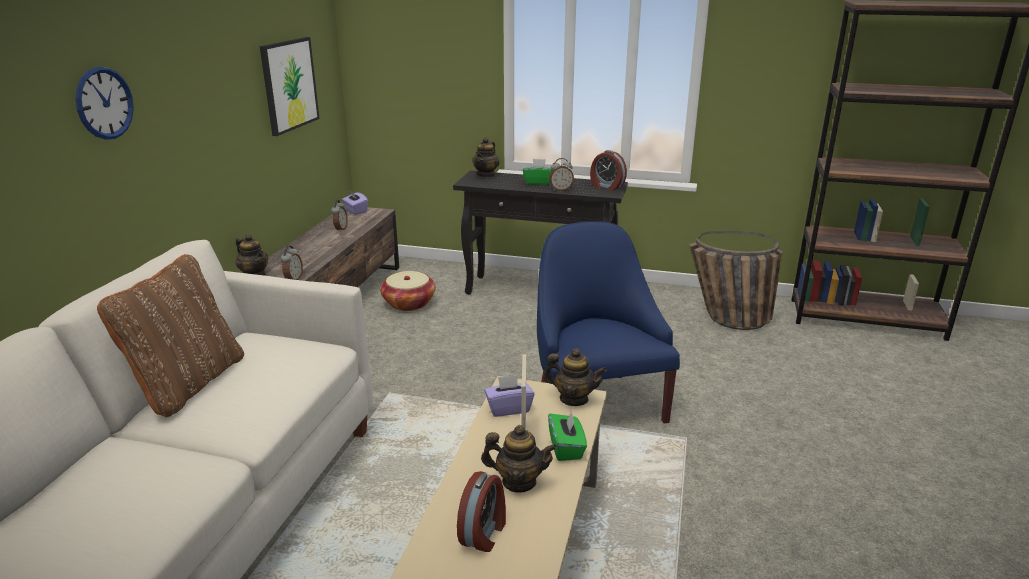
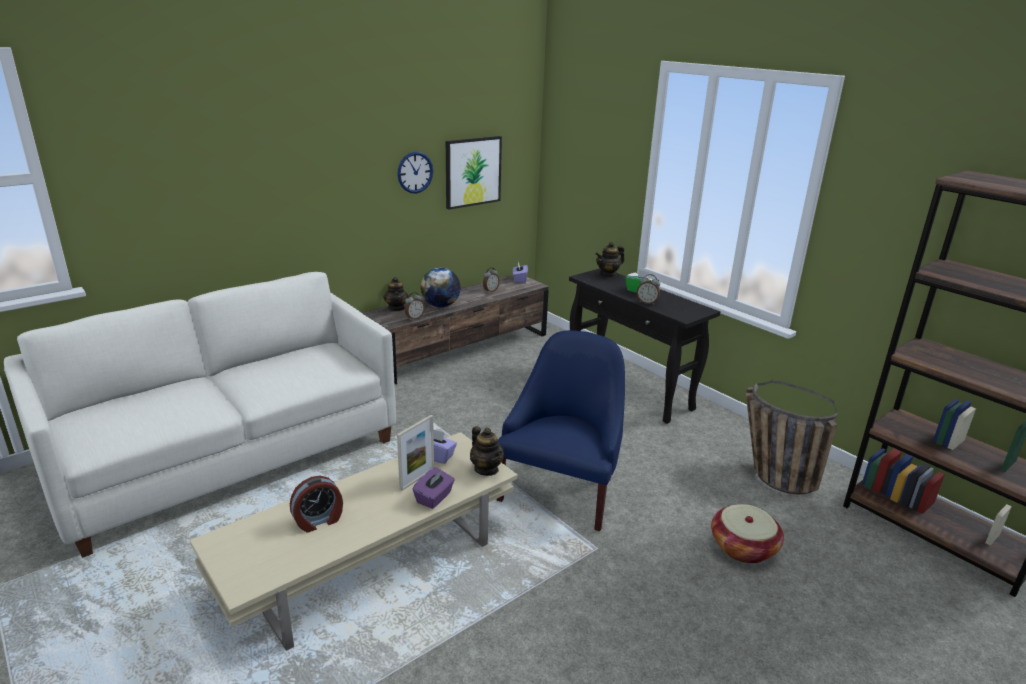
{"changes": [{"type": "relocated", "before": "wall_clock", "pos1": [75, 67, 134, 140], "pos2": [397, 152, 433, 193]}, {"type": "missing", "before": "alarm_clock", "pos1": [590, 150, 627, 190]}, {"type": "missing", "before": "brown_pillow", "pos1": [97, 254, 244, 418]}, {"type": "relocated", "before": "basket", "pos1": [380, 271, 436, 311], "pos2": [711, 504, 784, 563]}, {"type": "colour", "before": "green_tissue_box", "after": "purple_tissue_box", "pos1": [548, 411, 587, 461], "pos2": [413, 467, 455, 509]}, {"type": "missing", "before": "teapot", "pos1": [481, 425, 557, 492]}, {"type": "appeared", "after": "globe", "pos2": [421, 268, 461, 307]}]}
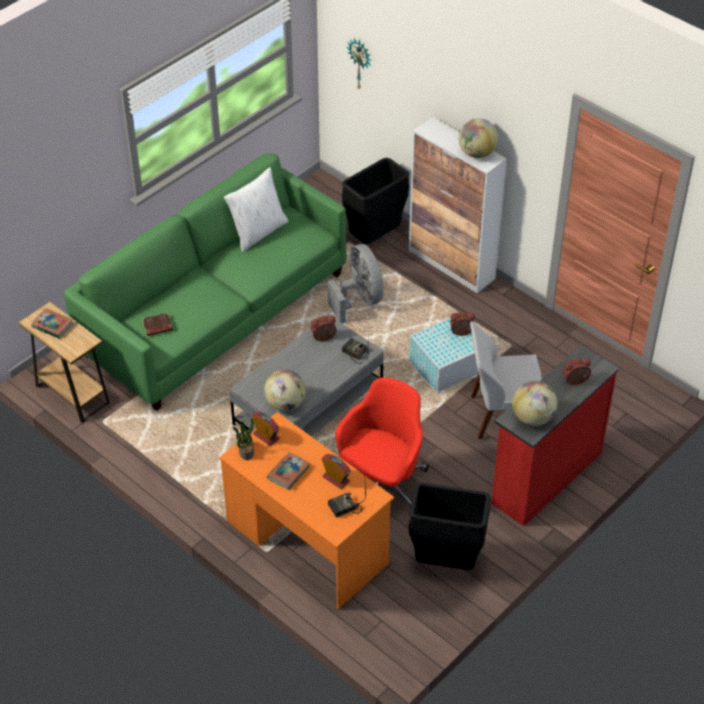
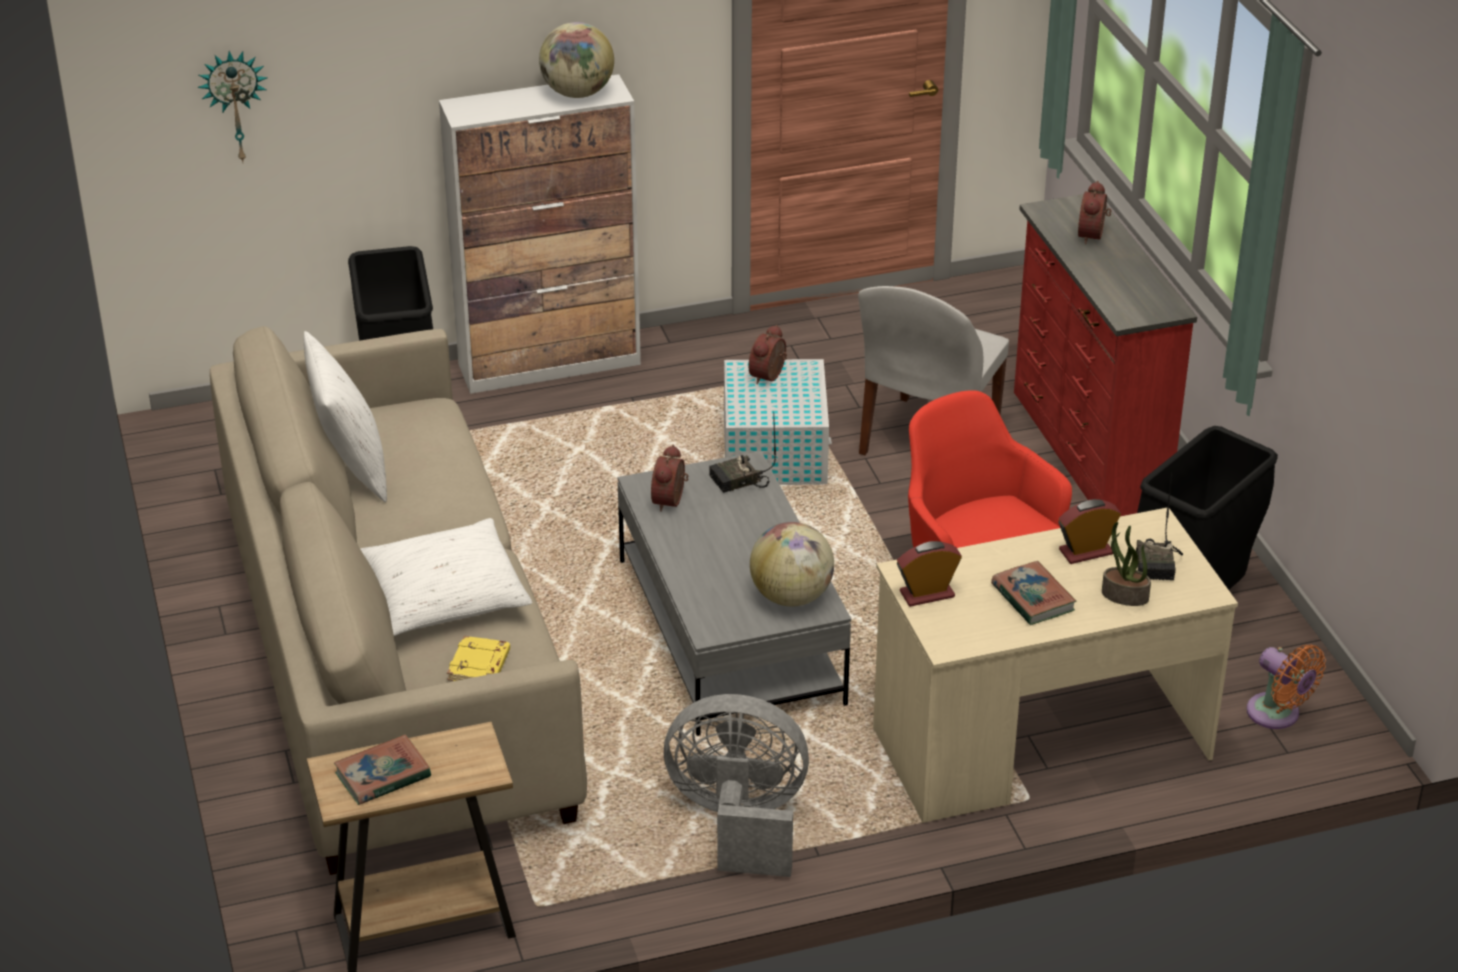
{"changes": [{"type": "colour", "before": "green_sofa", "after": "beige_sofa", "pos1": [64, 153, 346, 411], "pos2": [210, 326, 587, 875]}, {"type": "relocated", "before": "grey_fan", "pos1": [328, 244, 383, 323], "pos2": [664, 694, 809, 877]}, {"type": "colour", "before": "brown_book", "after": "yellow_book", "pos1": [142, 313, 173, 336], "pos2": [447, 636, 510, 681]}, {"type": "missing", "before": "globe", "pos1": [512, 381, 557, 426]}, {"type": "colour", "before": "orange_desk", "after": "beige_desk", "pos1": [219, 412, 394, 609], "pos2": [873, 508, 1238, 823]}, {"type": "relocated", "before": "potted_plant", "pos1": [232, 418, 254, 460], "pos2": [1102, 522, 1151, 606]}, {"type": "appeared", "after": "white_pillow", "pos2": [360, 518, 532, 636]}, {"type": "appeared", "after": "orange_fan", "pos2": [1247, 645, 1326, 729]}]}
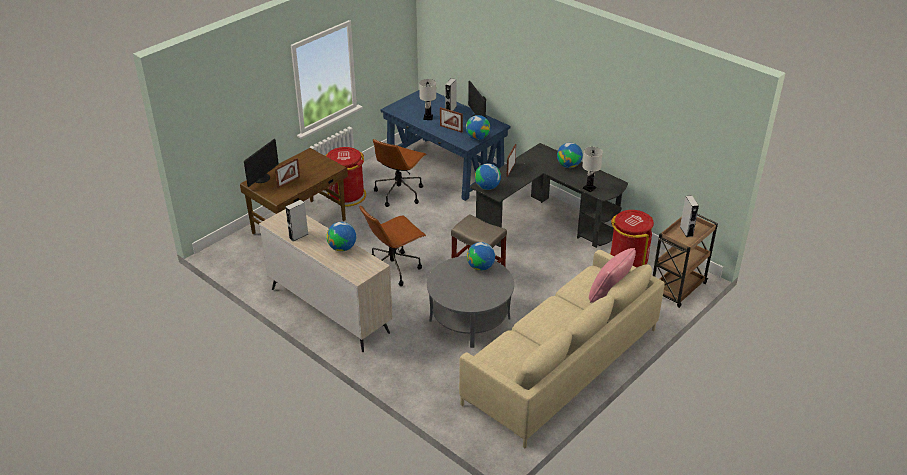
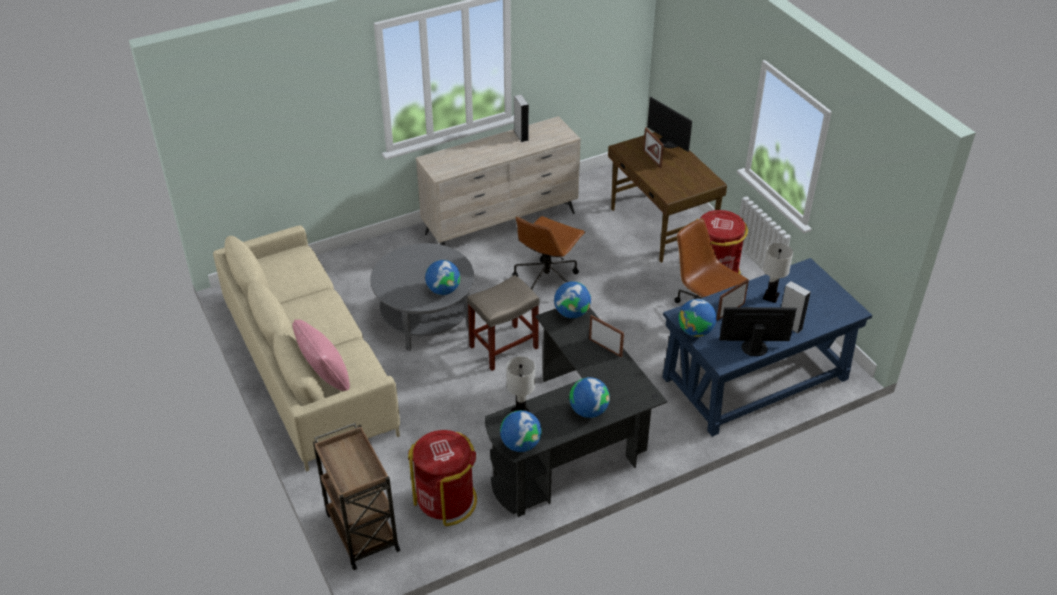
{"changes": [{"type": "missing", "before": "grey_speaker", "pos1": [680, 195, 699, 237]}, {"type": "spun", "before": "brown_office_chair", "pos1": [359, 206, 426, 286], "pos2": [513, 216, 585, 289], "turn": -135}, {"type": "relocated", "before": "globe", "pos1": [326, 222, 356, 251], "pos2": [500, 410, 542, 452]}]}
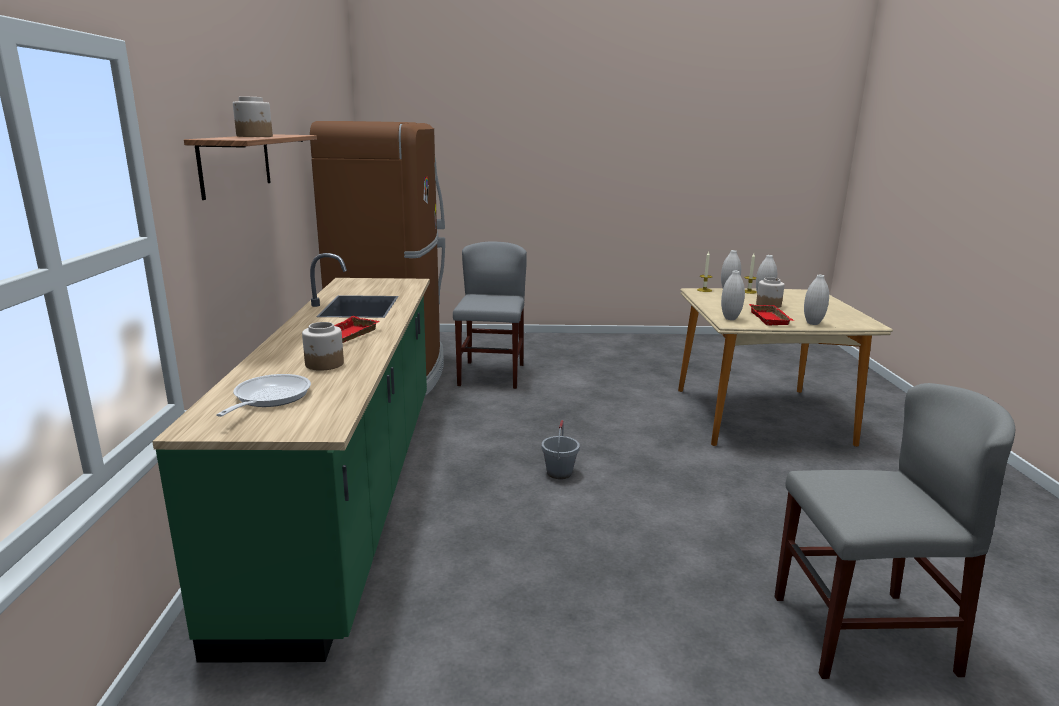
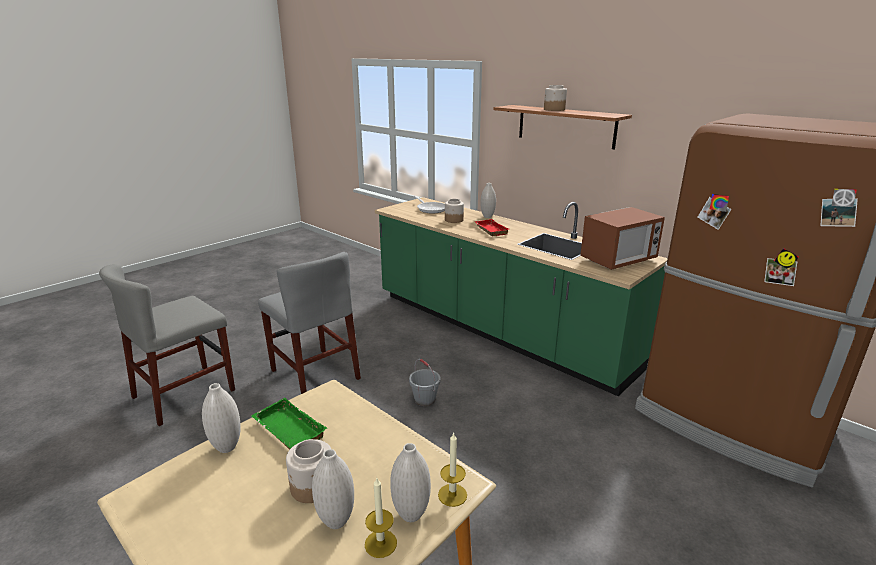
{"changes": [{"type": "relocated", "before": "grey_chair", "pos1": [453, 241, 527, 389], "pos2": [258, 252, 361, 394]}, {"type": "relocated", "before": "white_vase", "pos1": [721, 271, 745, 320], "pos2": [480, 183, 496, 218]}, {"type": "colour", "before": "red_tray", "after": "green_tray", "pos1": [749, 304, 794, 326], "pos2": [251, 398, 327, 450]}, {"type": "appeared", "after": "microwave", "pos2": [580, 207, 665, 270]}]}
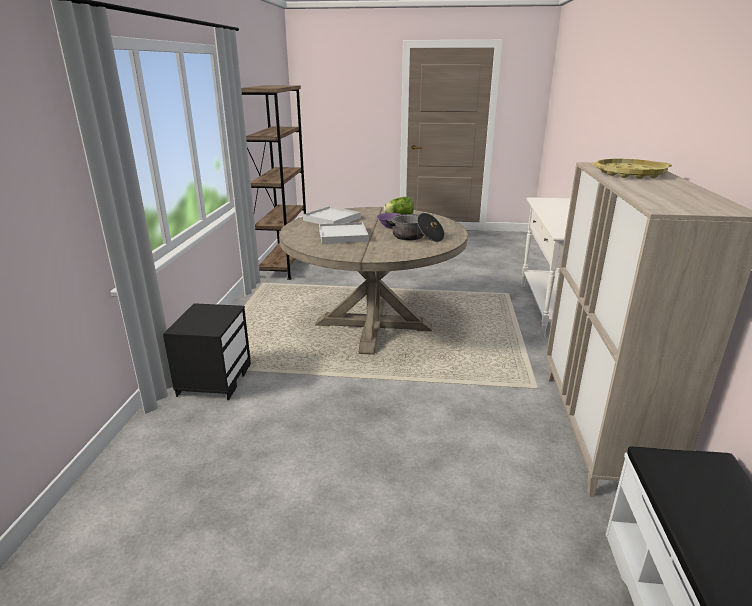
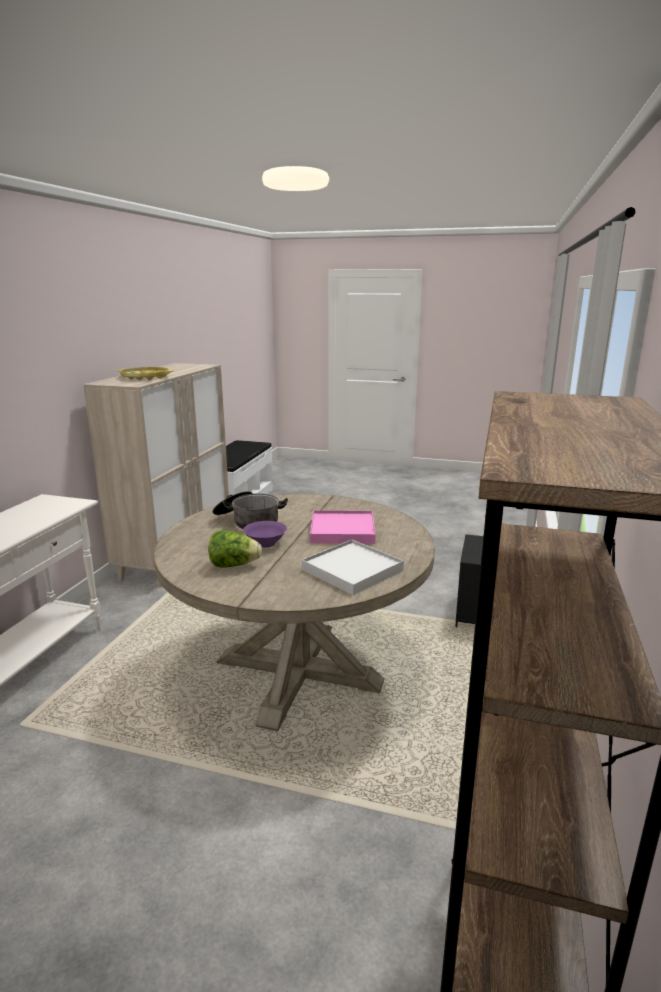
{"changes": [{"type": "colour", "before": "white_tray", "after": "pink_tray", "pos1": [319, 222, 369, 244], "pos2": [310, 510, 376, 544]}]}
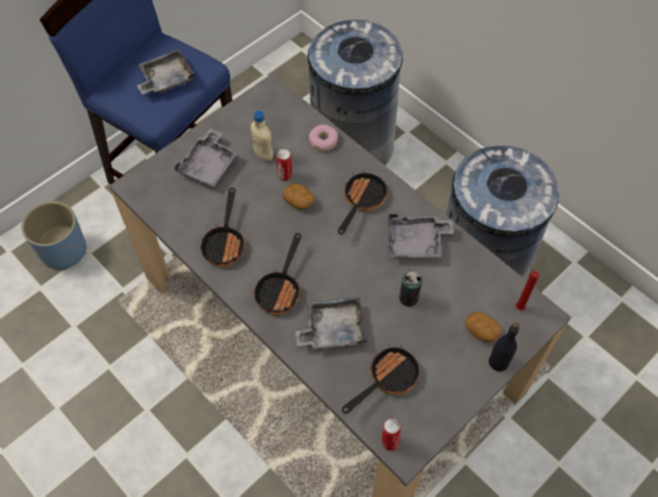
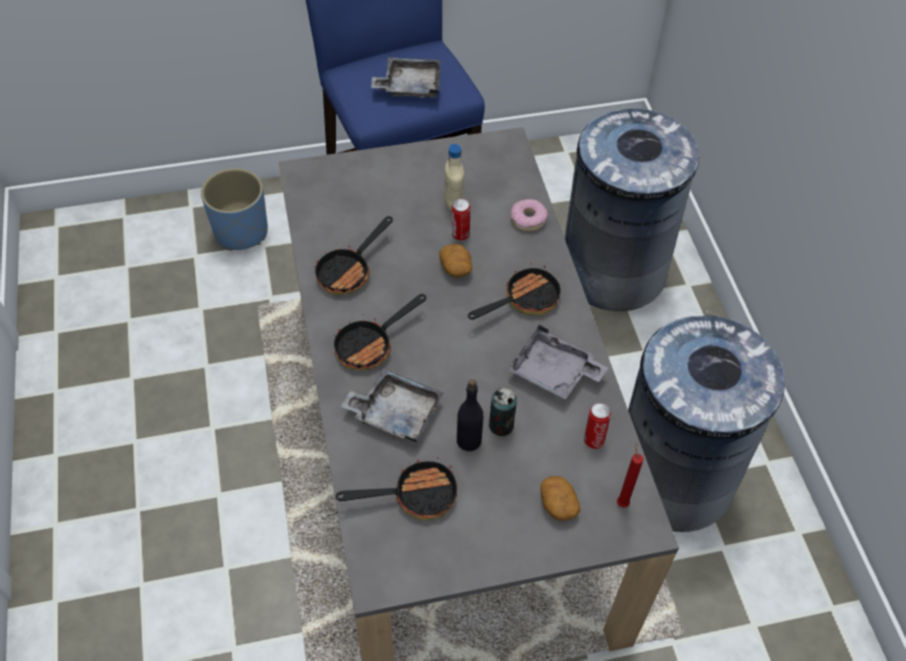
{"changes": [{"type": "missing", "before": "grey_tray", "pos1": [174, 128, 239, 187]}, {"type": "relocated", "before": "black_bottle", "pos1": [489, 322, 519, 372], "pos2": [457, 379, 483, 451]}, {"type": "relocated", "before": "can", "pos1": [382, 418, 401, 451], "pos2": [584, 403, 611, 449]}]}
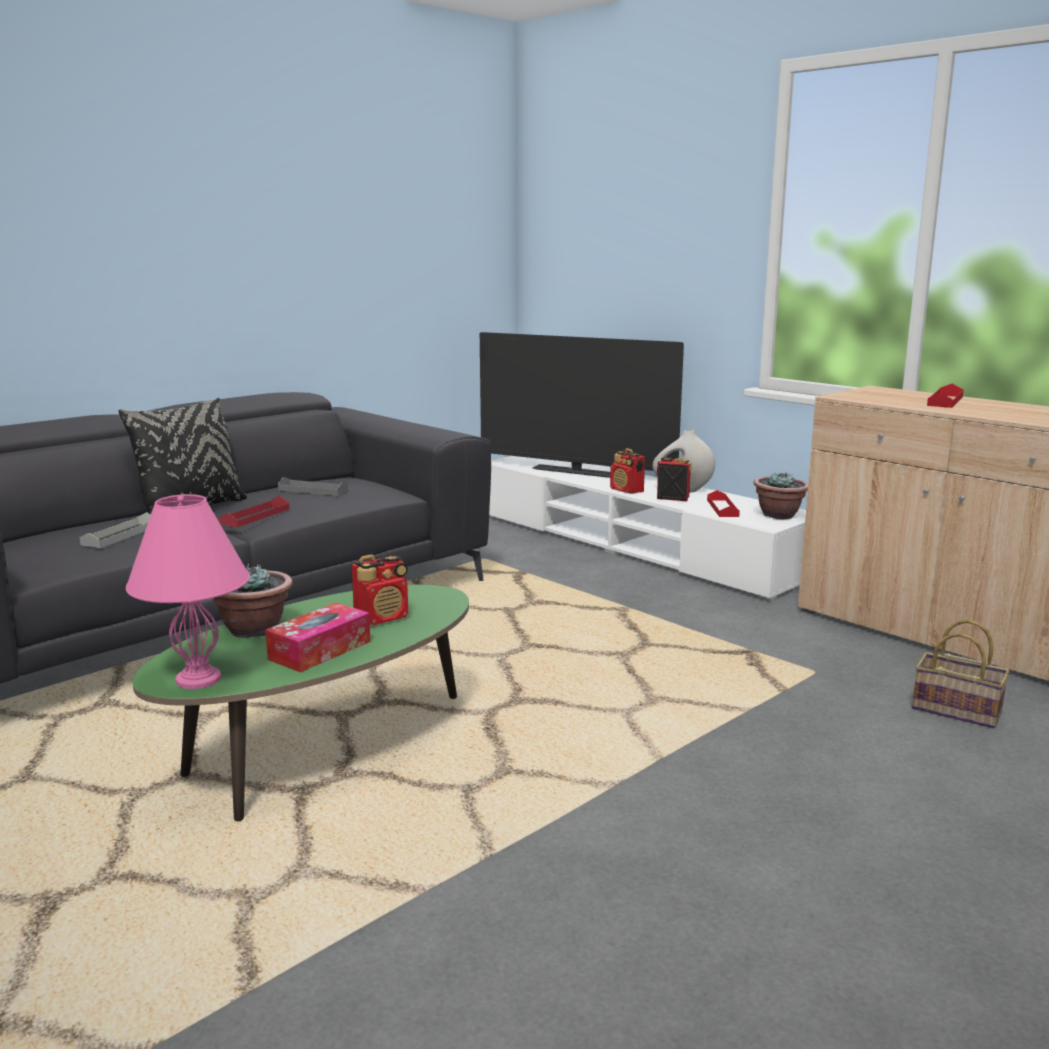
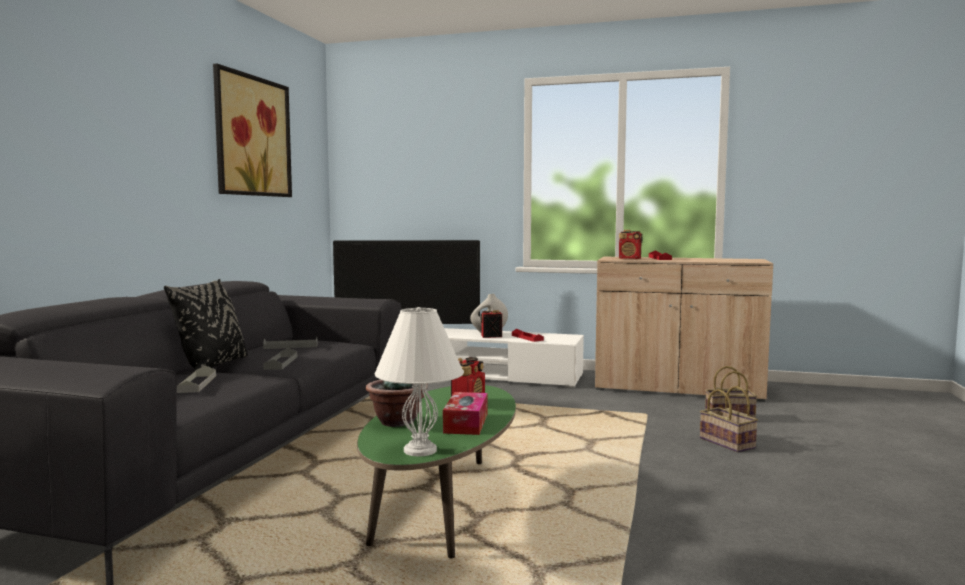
{"changes": [{"type": "relocated", "before": "radio", "pos1": [610, 448, 645, 494], "pos2": [619, 230, 643, 259]}, {"type": "missing", "before": "potted_plant", "pos1": [754, 472, 808, 519]}, {"type": "colour", "before": "pink_table_lamp", "after": "white_table_lamp", "pos1": [126, 494, 250, 689], "pos2": [375, 307, 464, 457]}, {"type": "colour", "before": "red_tray", "after": "grey_tray", "pos1": [219, 496, 290, 527], "pos2": [263, 348, 297, 370]}, {"type": "appeared", "after": "picture", "pos2": [213, 64, 292, 197]}, {"type": "appeared", "after": "basket", "pos2": [700, 386, 758, 452]}]}
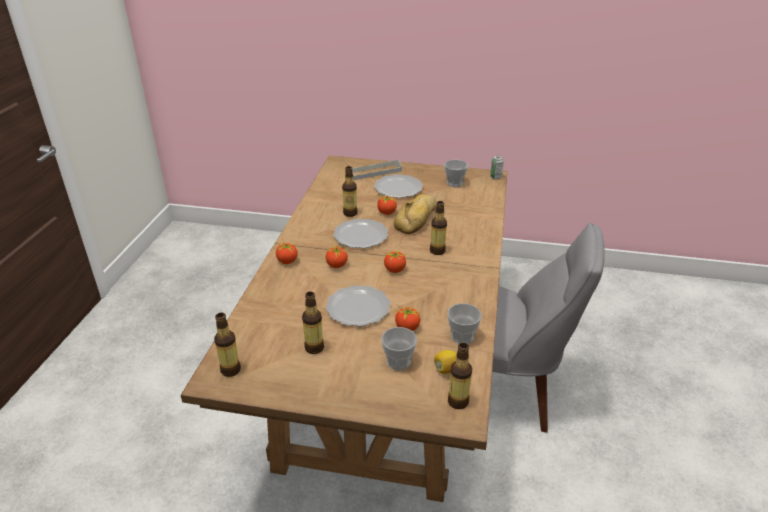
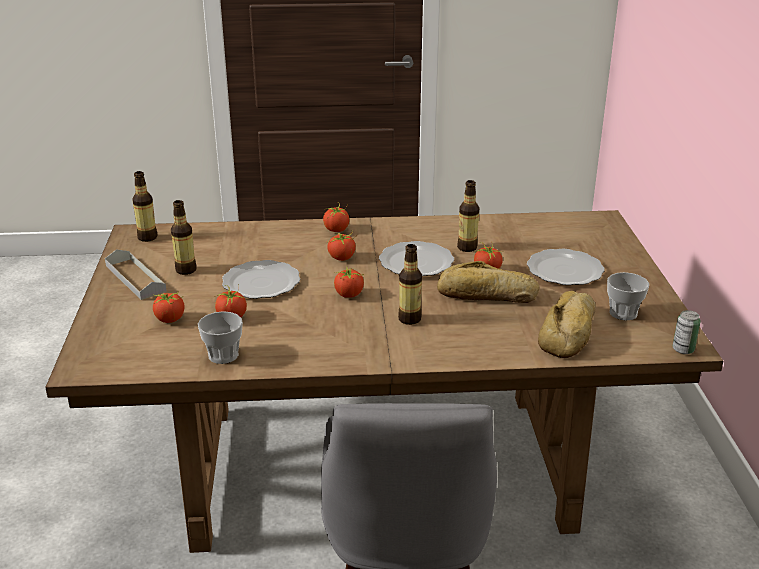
{"changes": [{"type": "relocated", "before": "grey_tray", "pos1": [352, 160, 402, 180], "pos2": [105, 249, 167, 300]}, {"type": "exchanged", "before": "cup", "after": "tomato", "pos1": [381, 327, 417, 370], "pos2": [153, 291, 184, 323]}, {"type": "missing", "before": "bottle", "pos1": [448, 343, 472, 409]}, {"type": "missing", "before": "lemon", "pos1": [434, 350, 457, 374]}, {"type": "appeared", "after": "bread", "pos2": [538, 291, 596, 358]}]}
